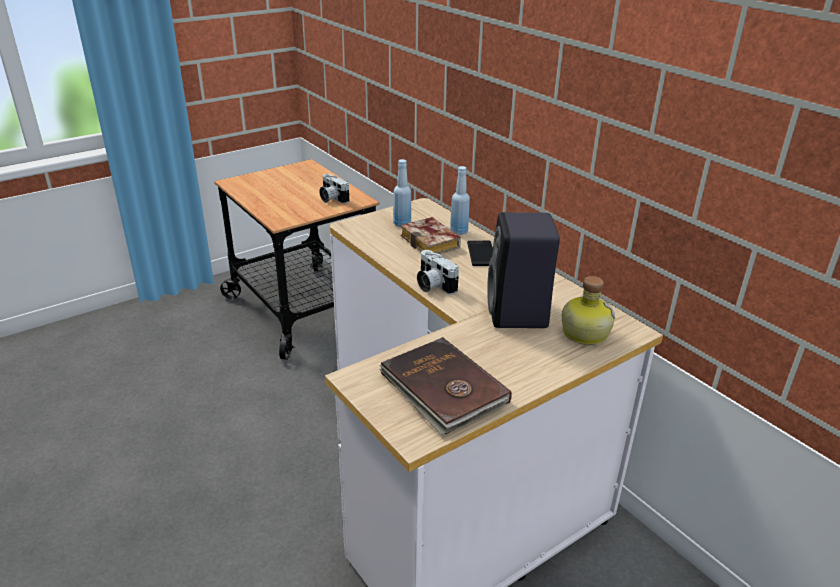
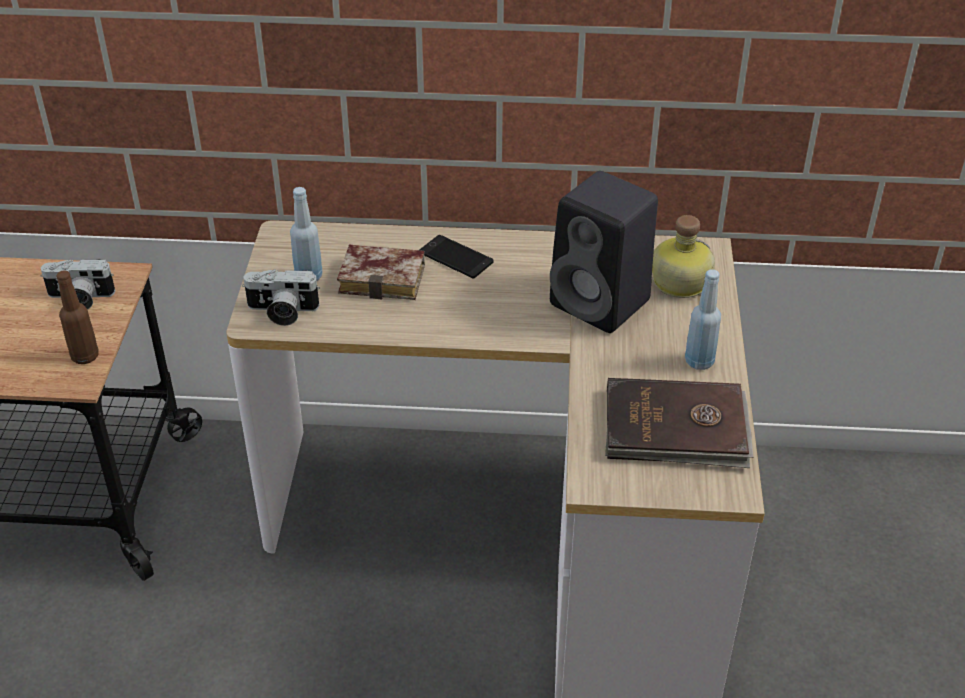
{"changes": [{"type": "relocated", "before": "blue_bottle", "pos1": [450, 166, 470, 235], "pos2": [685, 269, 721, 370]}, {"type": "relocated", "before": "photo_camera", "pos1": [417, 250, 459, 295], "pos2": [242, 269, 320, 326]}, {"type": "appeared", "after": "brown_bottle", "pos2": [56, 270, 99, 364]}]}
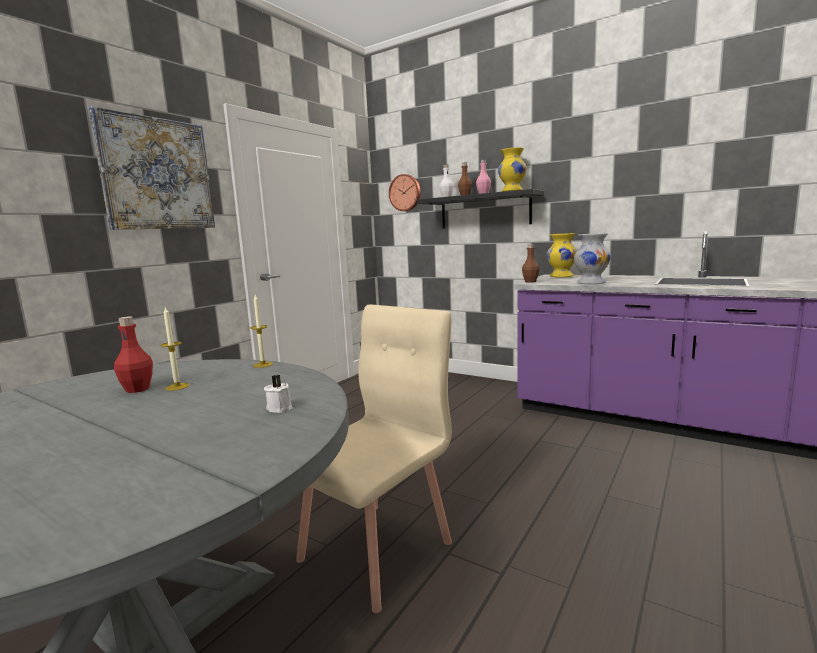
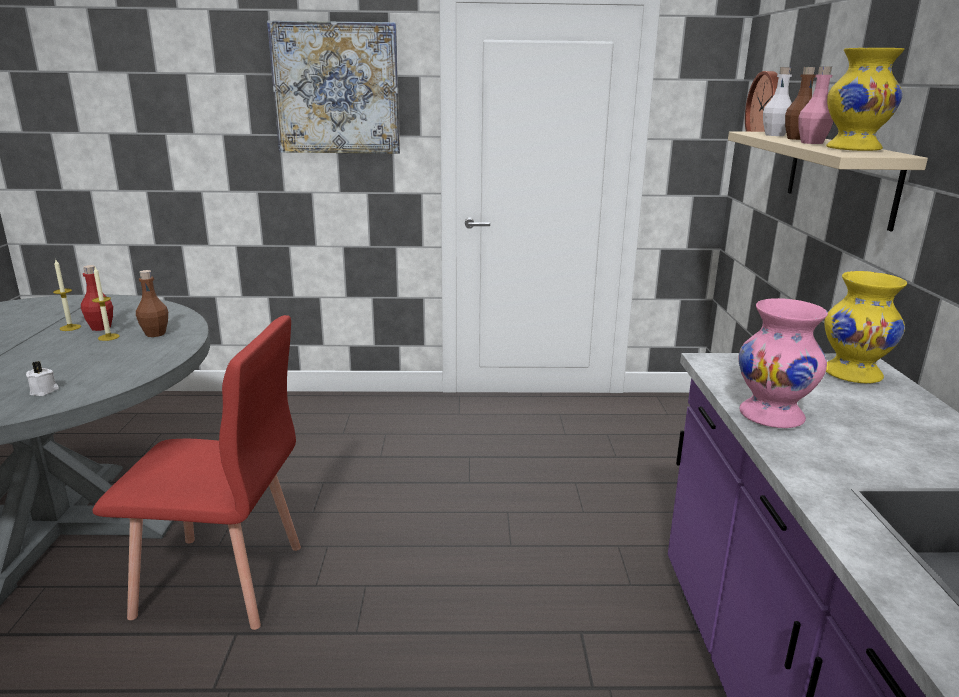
{"changes": [{"type": "colour", "before": "black_shelf", "after": "beige_shelf", "pos1": [417, 189, 544, 229], "pos2": [728, 131, 928, 231]}, {"type": "colour", "before": "white_vase", "after": "pink_vase", "pos1": [574, 233, 611, 284], "pos2": [738, 298, 828, 428]}, {"type": "relocated", "before": "brown_bottle", "pos1": [522, 244, 539, 283], "pos2": [136, 270, 168, 337]}, {"type": "relocated", "before": "candle", "pos1": [251, 295, 273, 368], "pos2": [53, 260, 81, 331]}, {"type": "colour", "before": "beige_chair", "after": "red_chair", "pos1": [296, 304, 452, 613], "pos2": [92, 315, 301, 630]}]}
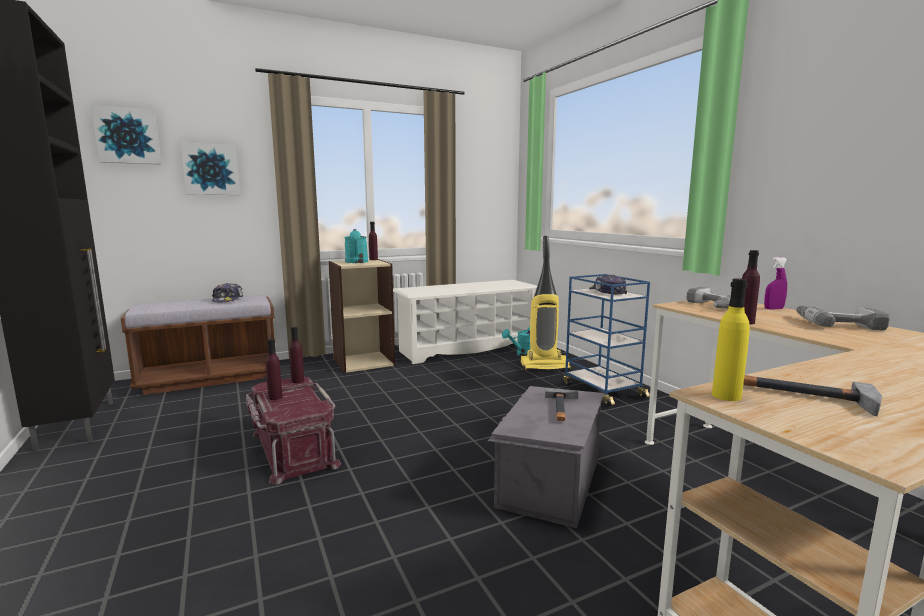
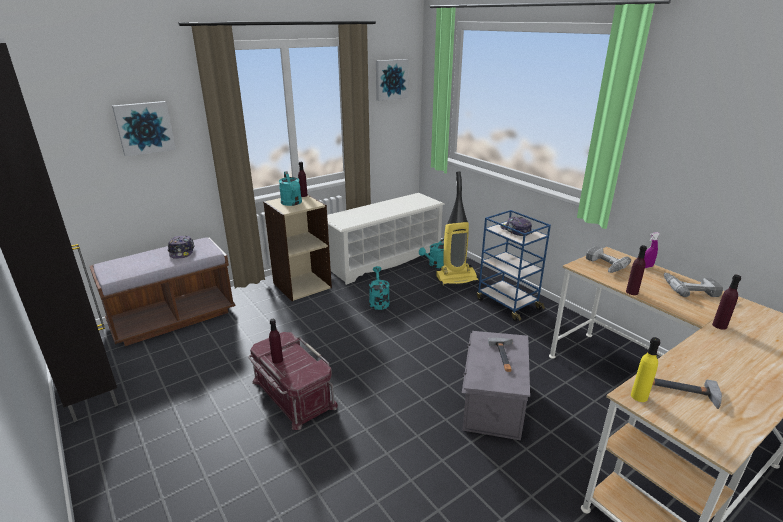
{"changes": [{"type": "relocated", "before": "picture", "pos1": [91, 105, 162, 165], "pos2": [376, 59, 409, 101]}, {"type": "relocated", "before": "purple_bottle", "pos1": [289, 327, 304, 383], "pos2": [712, 275, 741, 330]}, {"type": "appeared", "after": "turquoise_watering_can", "pos2": [369, 266, 390, 310]}]}
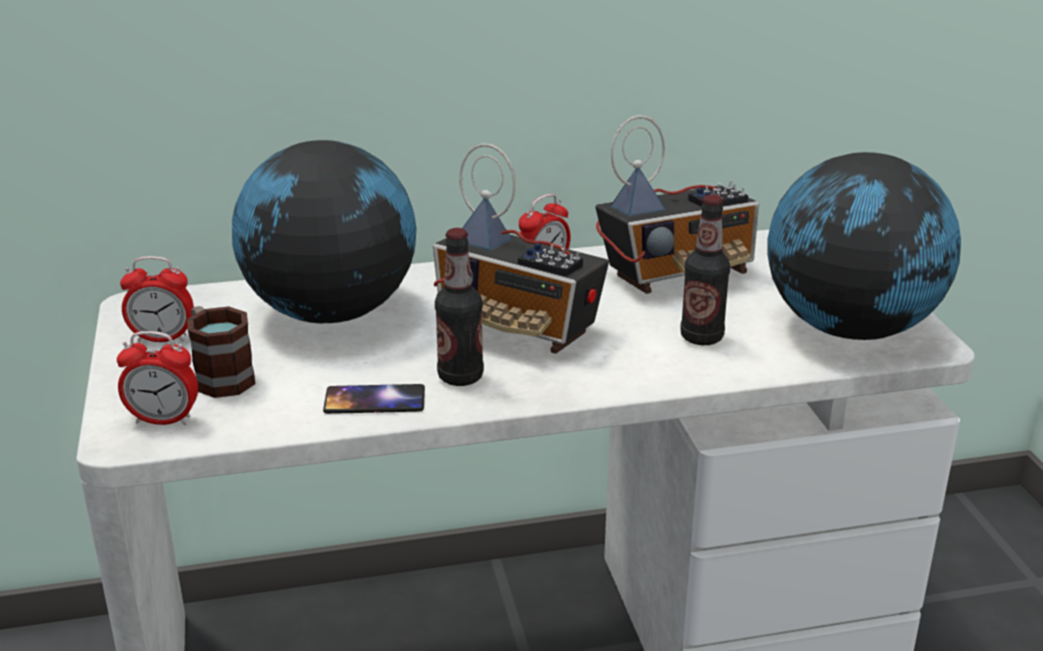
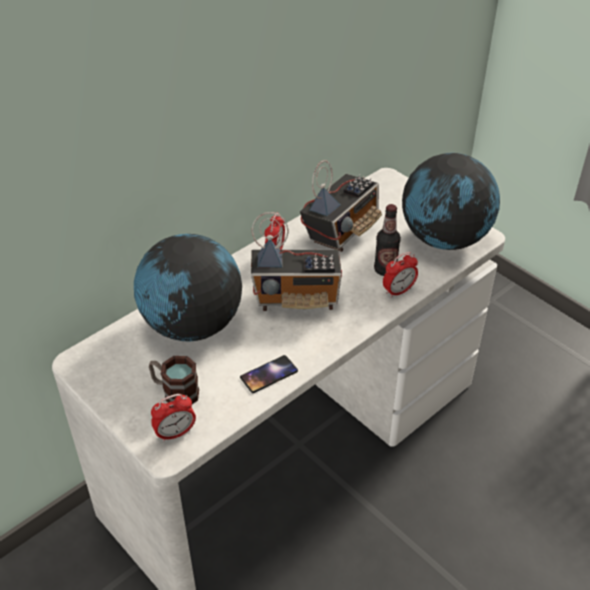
{"changes": [{"type": "missing", "before": "bottle", "pos1": [435, 228, 484, 386]}, {"type": "relocated", "before": "alarm_clock", "pos1": [120, 256, 194, 342], "pos2": [383, 252, 418, 298]}]}
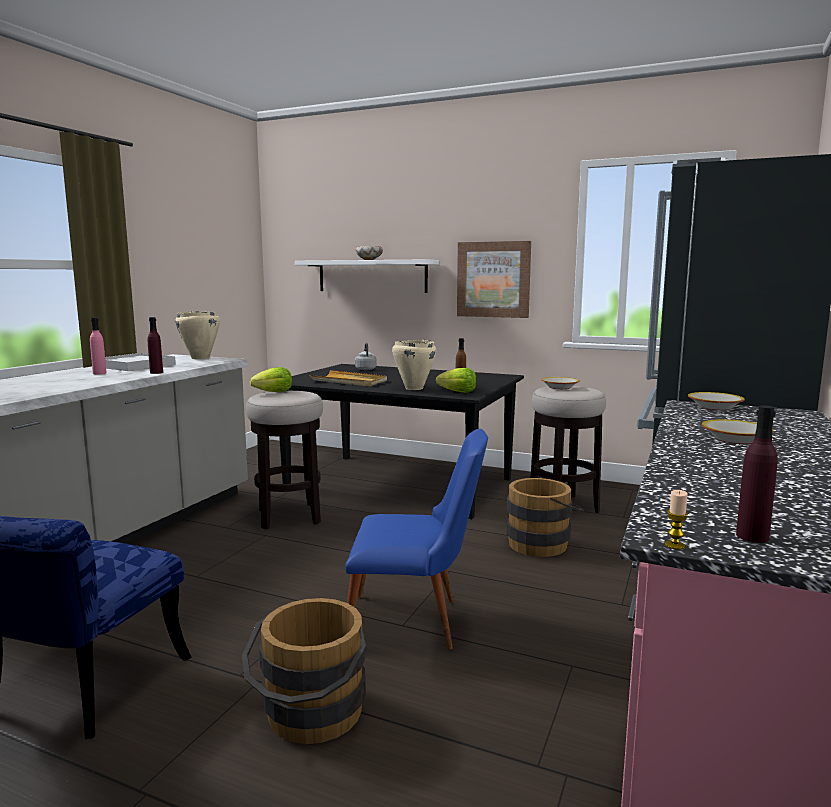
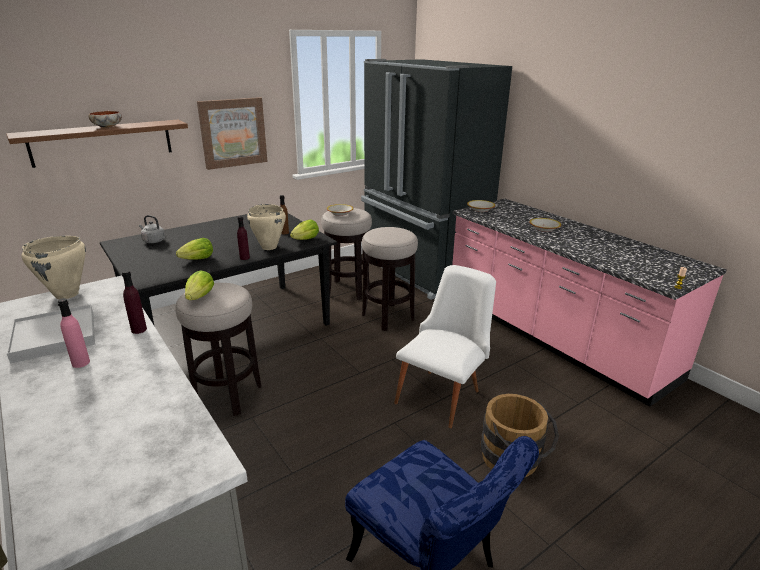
{"changes": [{"type": "colour", "before": "white_shelf", "after": "brown_shelf", "pos1": [295, 259, 439, 293], "pos2": [6, 120, 188, 168]}, {"type": "exchanged", "before": "beige_tray", "after": "lettuce", "pos1": [309, 370, 387, 386], "pos2": [176, 238, 213, 260]}, {"type": "relocated", "before": "purple_bottle", "pos1": [736, 405, 778, 543], "pos2": [237, 216, 250, 260]}, {"type": "colour", "before": "blue_chair", "after": "white_chair", "pos1": [345, 429, 488, 649], "pos2": [394, 265, 496, 428]}, {"type": "exchanged", "before": "brown_bucket", "after": "stool", "pos1": [506, 478, 584, 557], "pos2": [362, 227, 418, 331]}]}
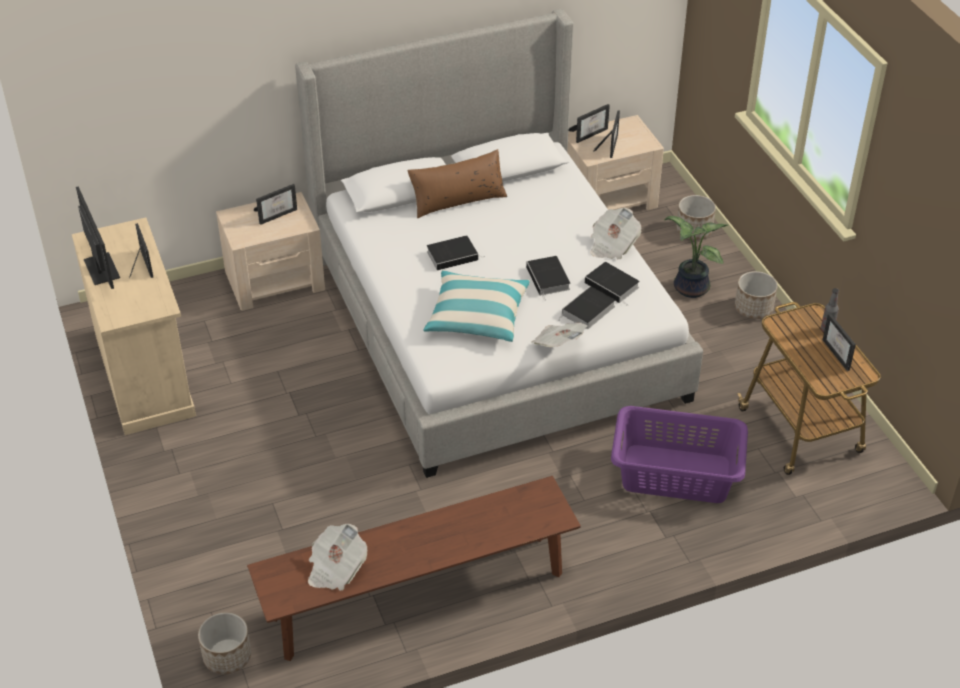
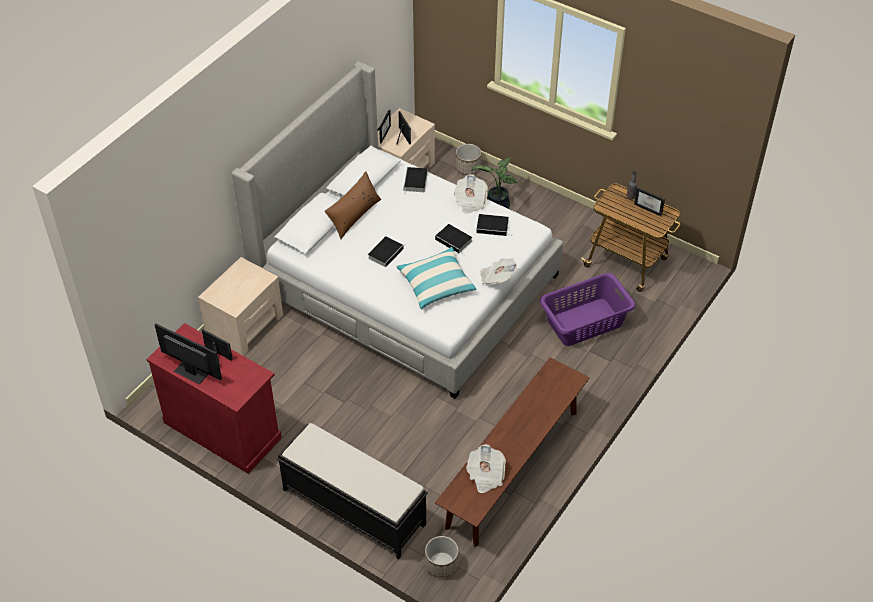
{"changes": [{"type": "missing", "before": "picture_frame", "pos1": [254, 184, 297, 225]}, {"type": "colour", "before": "beige_cabinet", "after": "red_cabinet", "pos1": [72, 218, 196, 435], "pos2": [146, 323, 282, 474]}, {"type": "missing", "before": "planter", "pos1": [735, 271, 778, 319]}, {"type": "relocated", "before": "book", "pos1": [558, 286, 615, 329], "pos2": [404, 167, 428, 195]}, {"type": "appeared", "after": "black_bench", "pos2": [277, 423, 428, 560]}]}
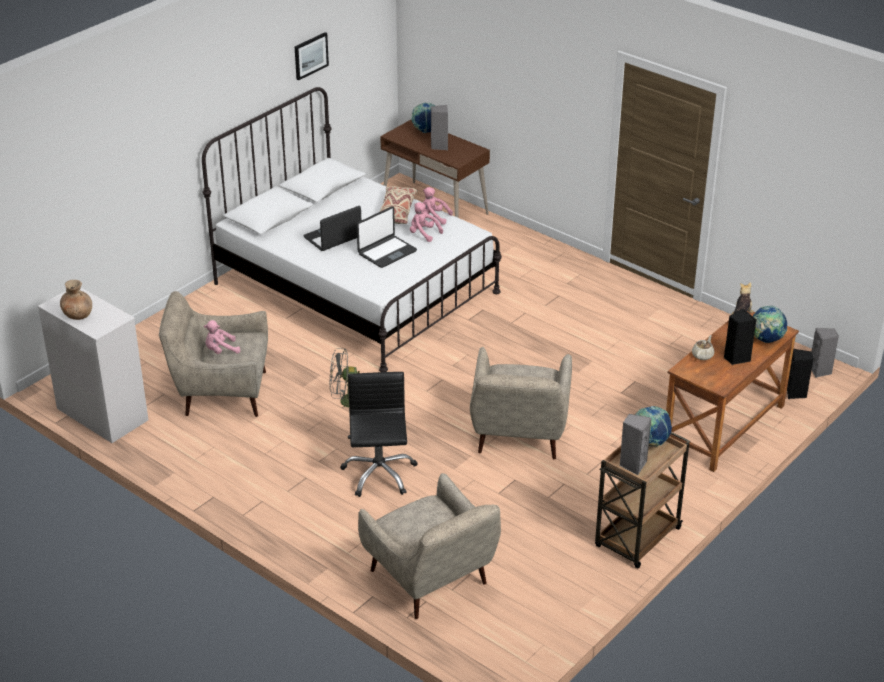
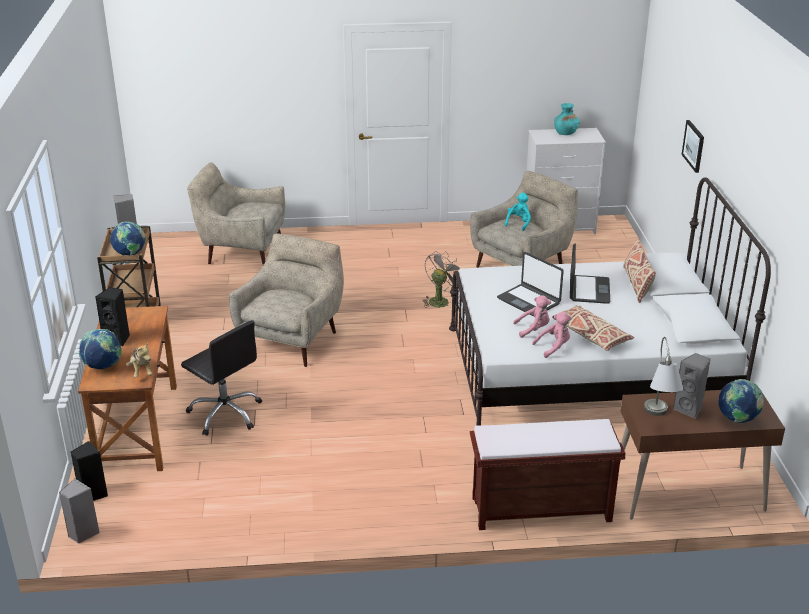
{"changes": [{"type": "relocated", "before": "picture", "pos1": [295, 32, 329, 80], "pos2": [682, 120, 704, 173]}, {"type": "spun", "before": "laptop", "pos1": [357, 206, 417, 268], "pos2": [497, 252, 564, 316], "turn": -45}, {"type": "colour", "before": "brown_vase", "after": "turquoise_vase", "pos1": [60, 280, 92, 320], "pos2": [554, 103, 580, 135]}, {"type": "colour", "before": "pink_plush_toy", "after": "turquoise_plush_toy", "pos1": [204, 320, 240, 354], "pos2": [505, 193, 531, 231]}, {"type": "missing", "before": "beige_teapot", "pos1": [692, 335, 714, 360]}, {"type": "spun", "before": "beige_armchair", "pos1": [470, 347, 572, 459], "pos2": [229, 233, 344, 367], "turn": 60}, {"type": "relocated", "before": "black_office_chair", "pos1": [340, 372, 418, 497], "pos2": [181, 320, 262, 436]}, {"type": "appeared", "after": "beige_pillow", "pos2": [623, 239, 656, 303]}, {"type": "appeared", "after": "grey_table_lamp", "pos2": [644, 337, 683, 416]}, {"type": "appeared", "after": "brown_bench", "pos2": [470, 419, 625, 530]}]}
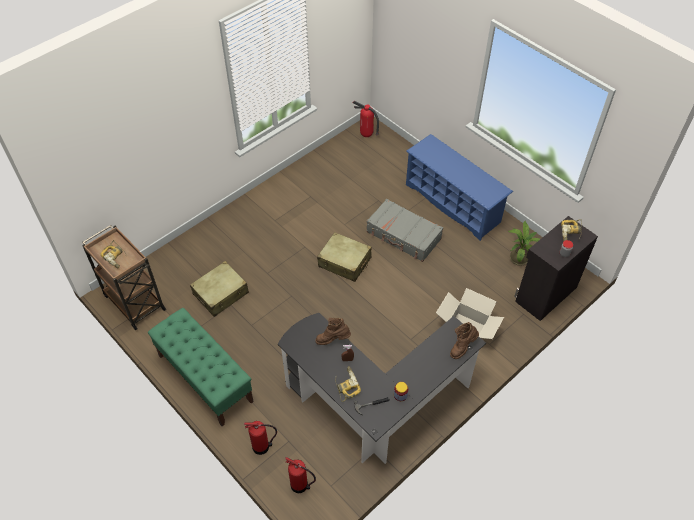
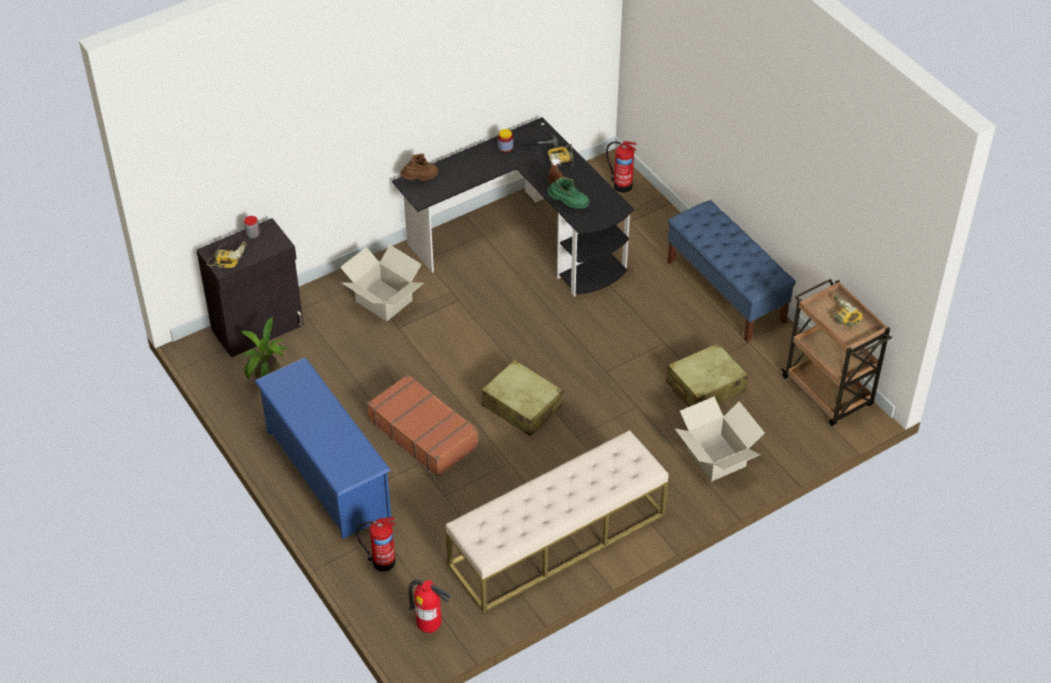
{"changes": [{"type": "colour", "before": "grey_suitcase", "after": "brown_suitcase", "pos1": [366, 199, 443, 262], "pos2": [367, 374, 479, 477]}, {"type": "colour", "before": "green_bench", "after": "blue_bench", "pos1": [148, 308, 254, 426], "pos2": [667, 200, 796, 342]}, {"type": "colour", "before": "brown_boot", "after": "green_boot", "pos1": [315, 318, 351, 345], "pos2": [547, 177, 589, 209]}, {"type": "relocated", "before": "fire_extinguisher", "pos1": [244, 421, 277, 455], "pos2": [356, 517, 396, 571]}, {"type": "appeared", "after": "cardboard_box", "pos2": [675, 397, 765, 482]}, {"type": "appeared", "after": "beige_bench", "pos2": [446, 430, 669, 613]}]}
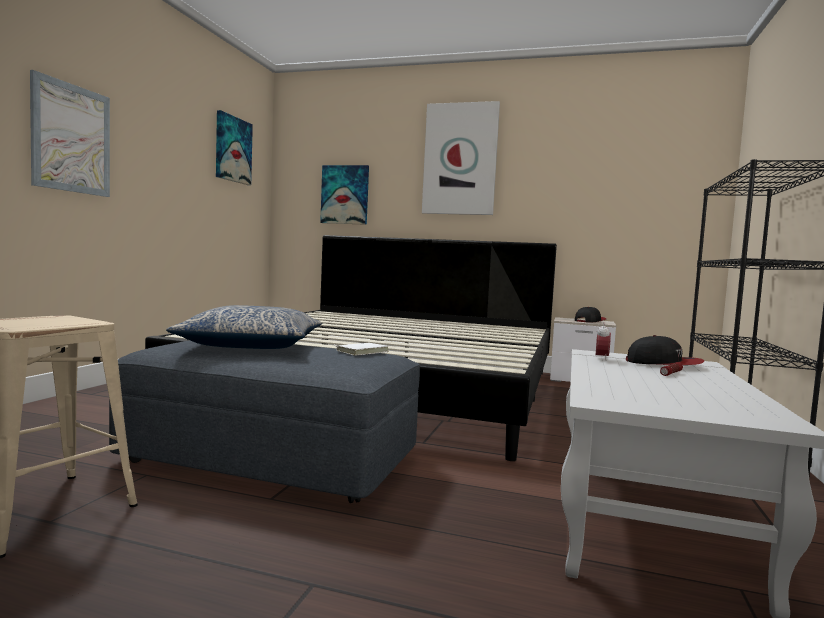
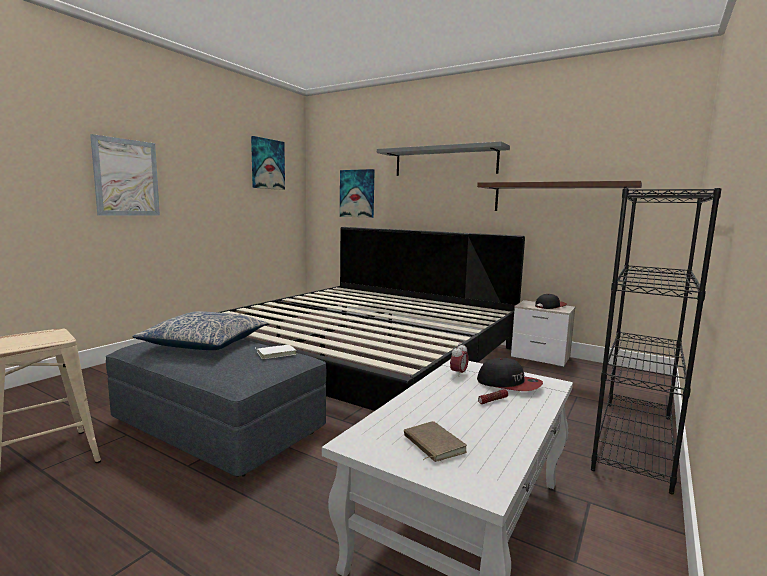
{"changes": [{"type": "exchanged", "before": "picture", "after": "grey_shelf", "pos1": [422, 101, 500, 215], "pos2": [377, 141, 510, 176]}, {"type": "appeared", "after": "brown_shelf", "pos2": [477, 181, 642, 211]}, {"type": "appeared", "after": "brown_book", "pos2": [404, 421, 467, 462]}]}
